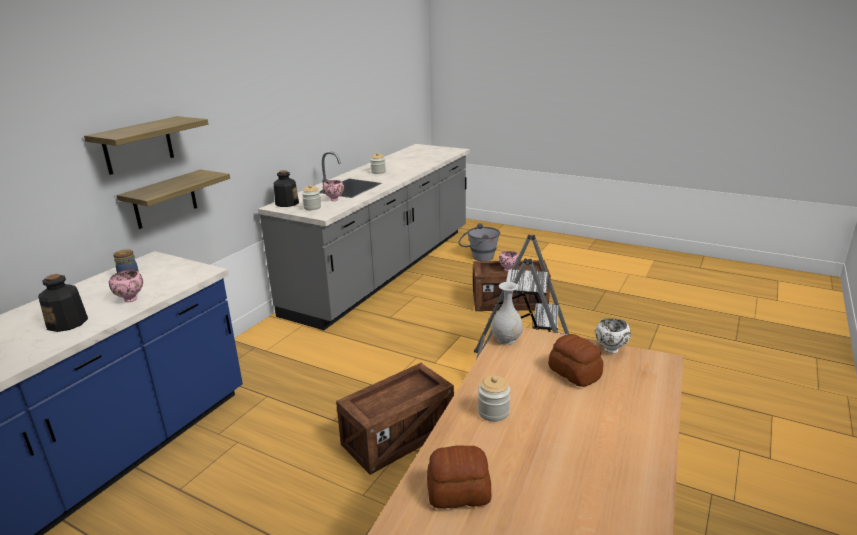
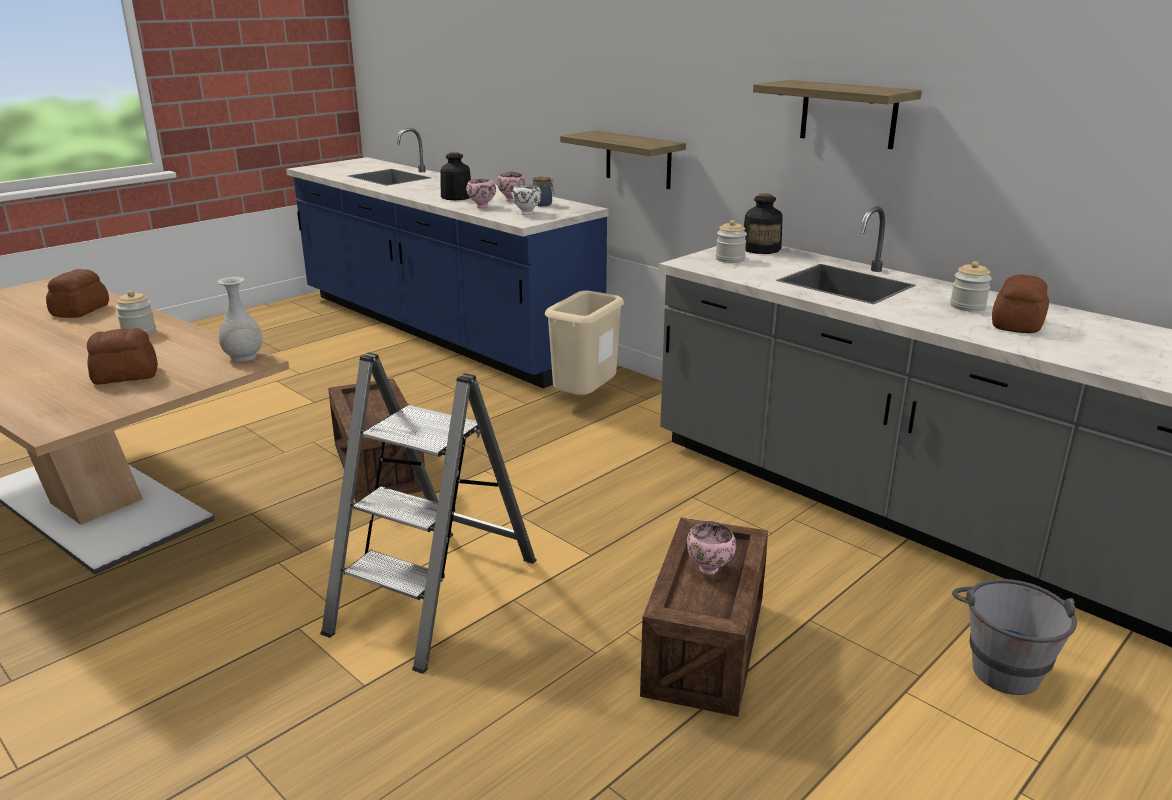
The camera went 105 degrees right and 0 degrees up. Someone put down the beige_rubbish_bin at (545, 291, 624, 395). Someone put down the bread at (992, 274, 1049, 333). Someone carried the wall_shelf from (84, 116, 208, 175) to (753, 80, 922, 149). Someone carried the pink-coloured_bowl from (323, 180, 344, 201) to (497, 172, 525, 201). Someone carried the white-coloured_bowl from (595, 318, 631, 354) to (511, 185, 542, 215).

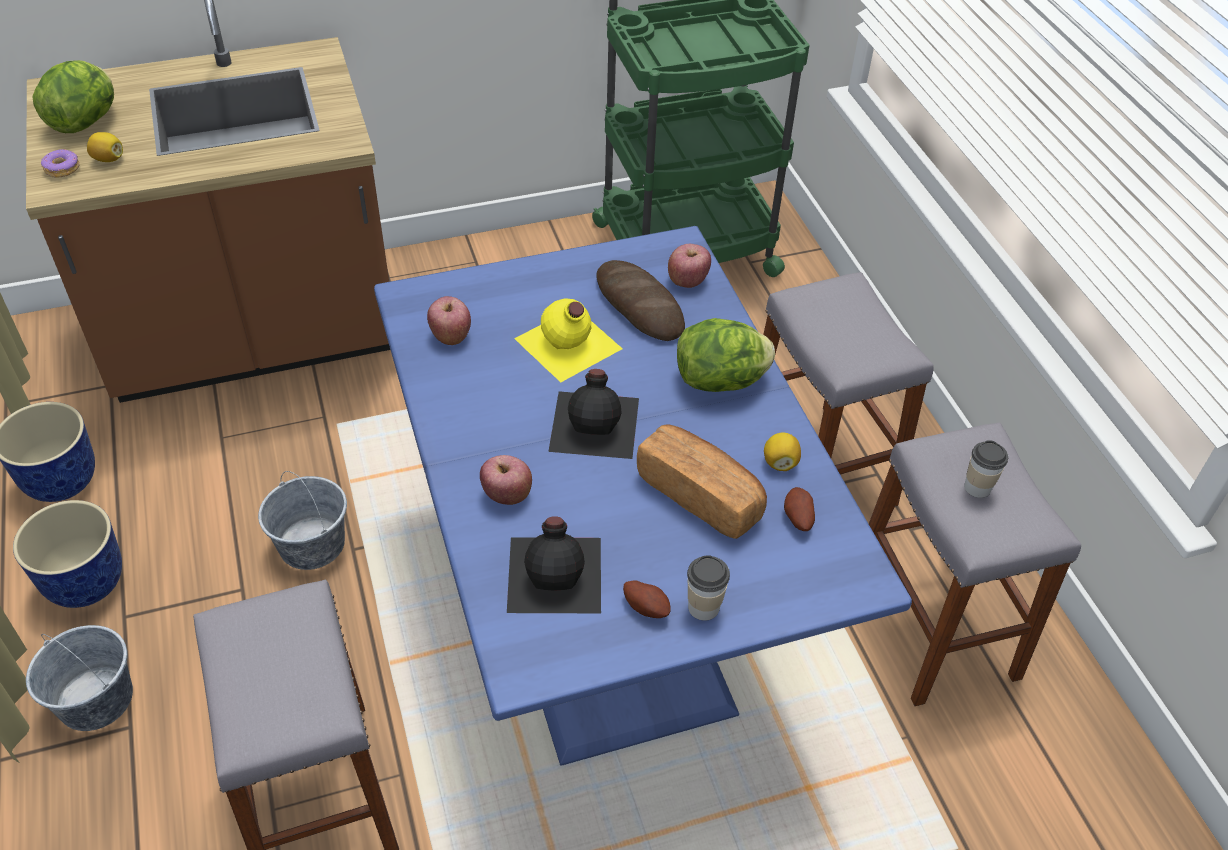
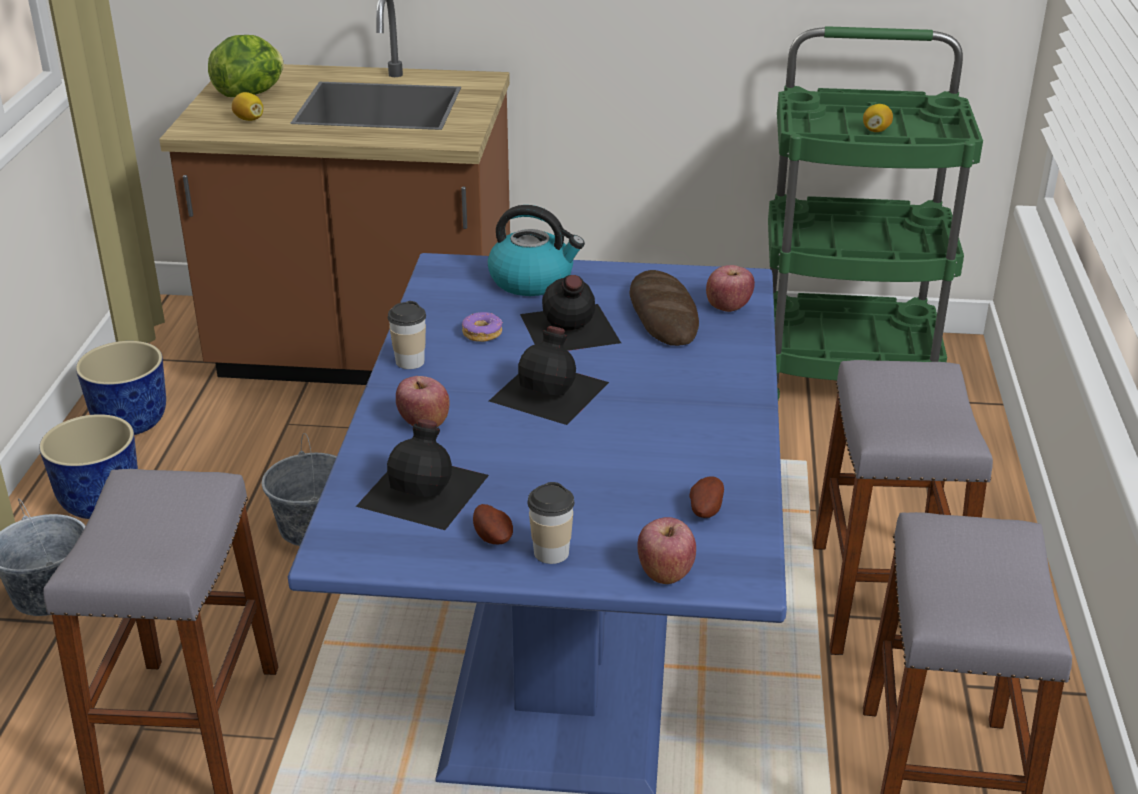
The camera went 25 degrees right and 15 degrees down. Someone took away the bread at (637, 424, 767, 539). Someone took away the lettuce at (677, 318, 775, 392). Someone put down the water_kettle at (488, 205, 585, 296). Someone carried the ring_doughnut from (41, 149, 79, 177) to (462, 312, 503, 342). Someone carried the whole_apple from (427, 296, 471, 345) to (637, 517, 696, 584). Someone carried the lemon from (764, 433, 801, 471) to (863, 104, 893, 132). Someone carried the cup from (964, 440, 1008, 498) to (388, 301, 426, 369). Someone repainted the yellow_bottle at (514, 298, 622, 382), which became the black_bottle at (520, 275, 621, 351).

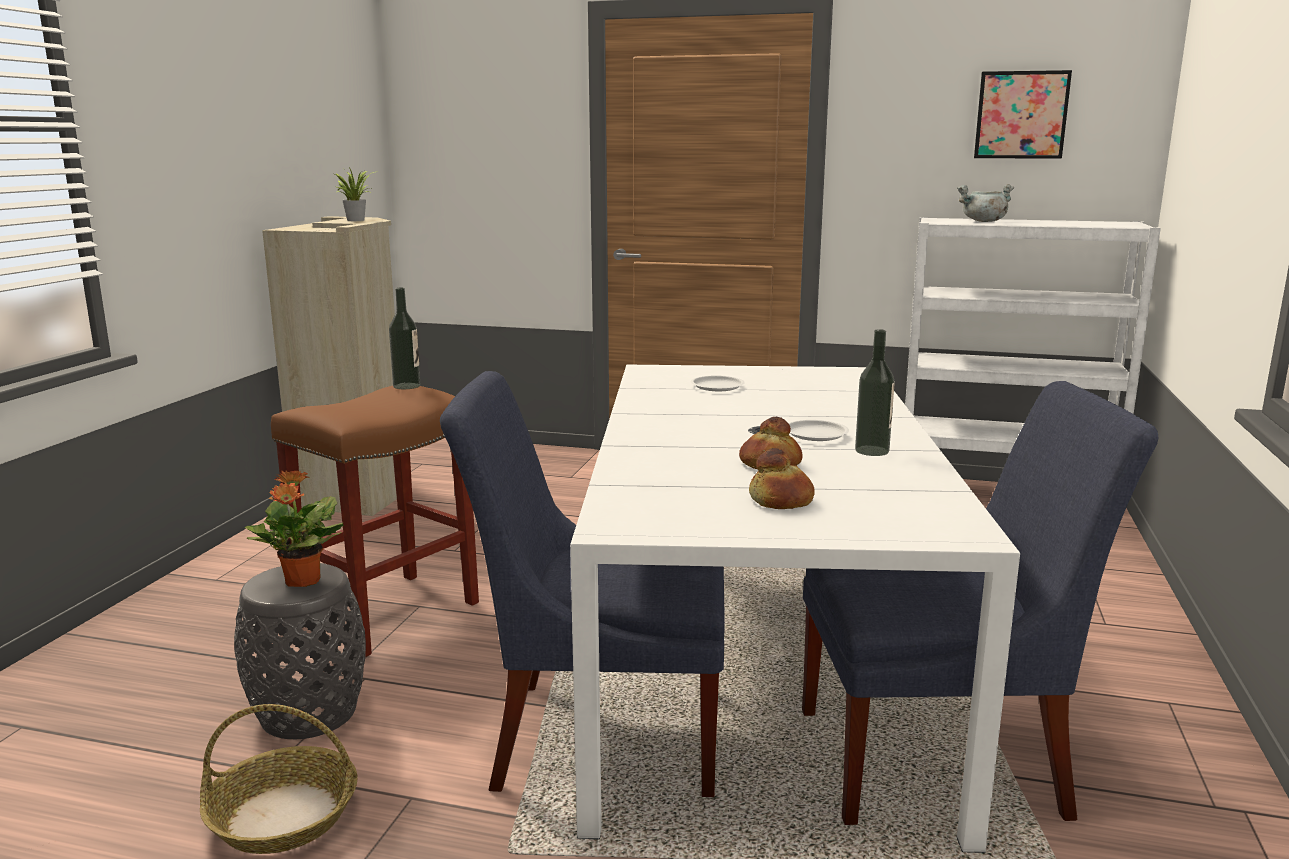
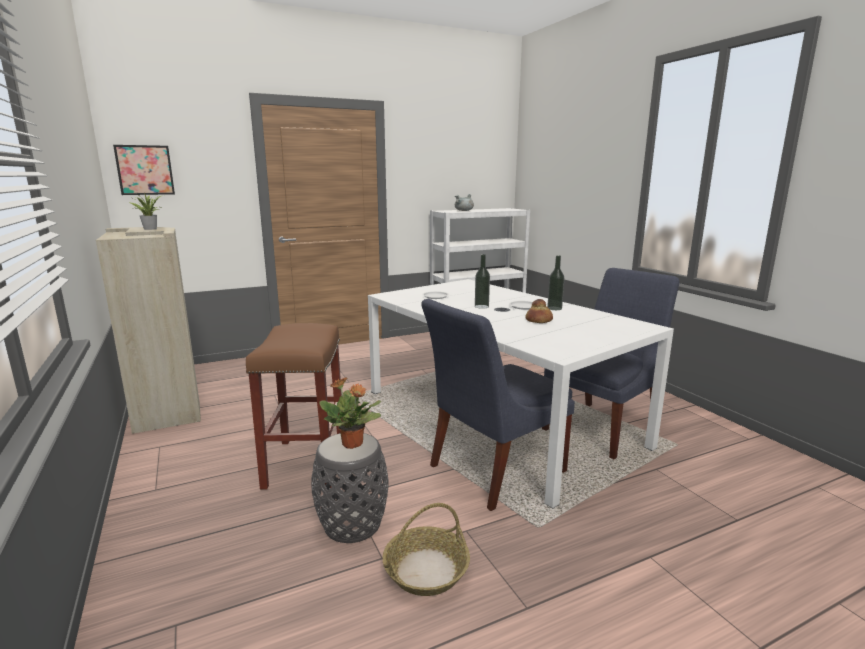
The camera went 40 degrees left and 0 degrees up. Someone took away the bread at (749, 448, 815, 509). Someone carried the bottle from (389, 288, 420, 389) to (475, 254, 490, 309). Someone carried the wall_art from (974, 70, 1072, 159) to (113, 145, 175, 195).

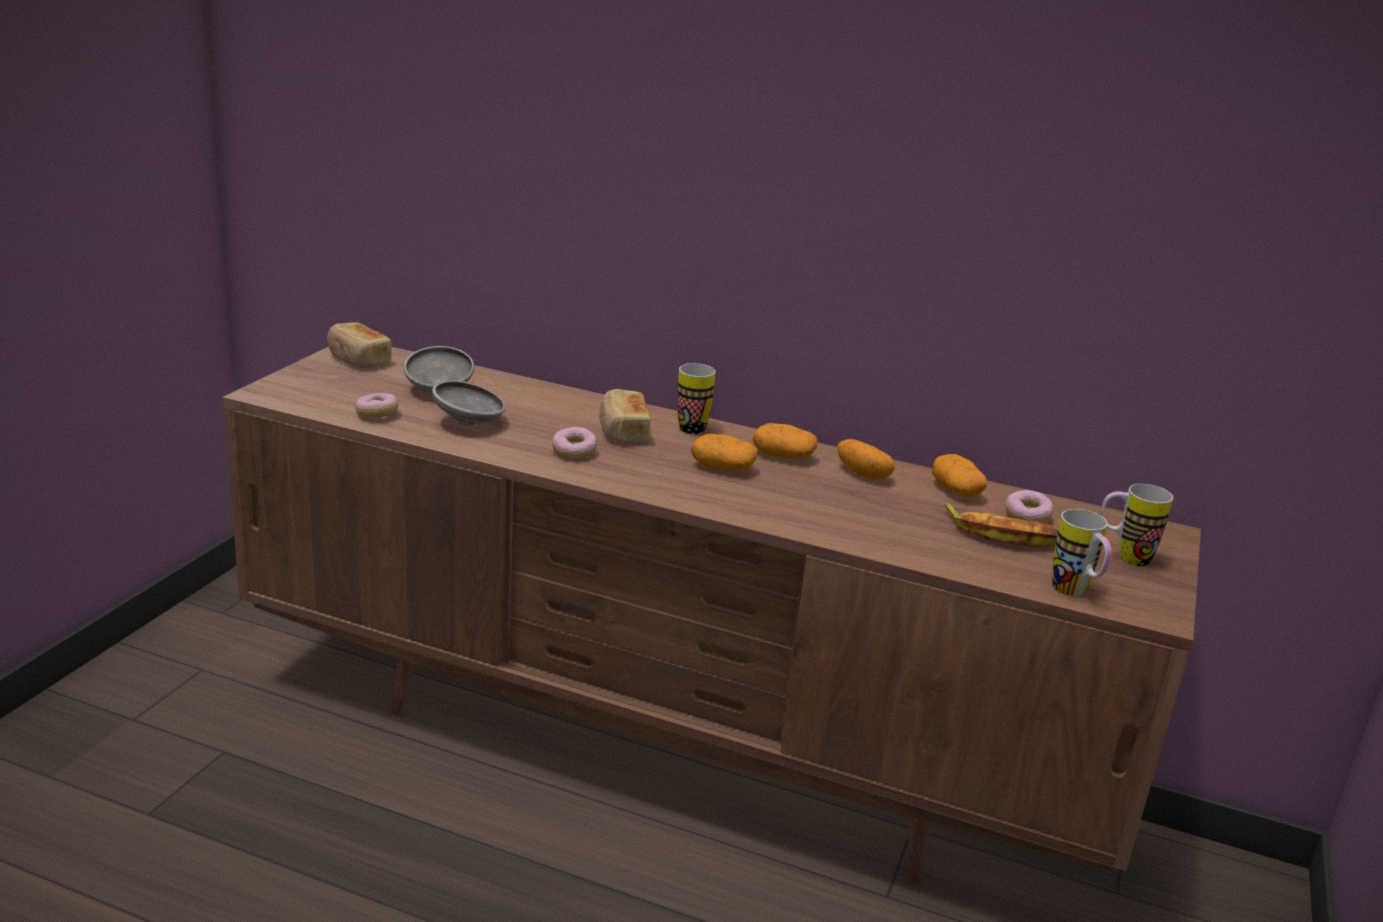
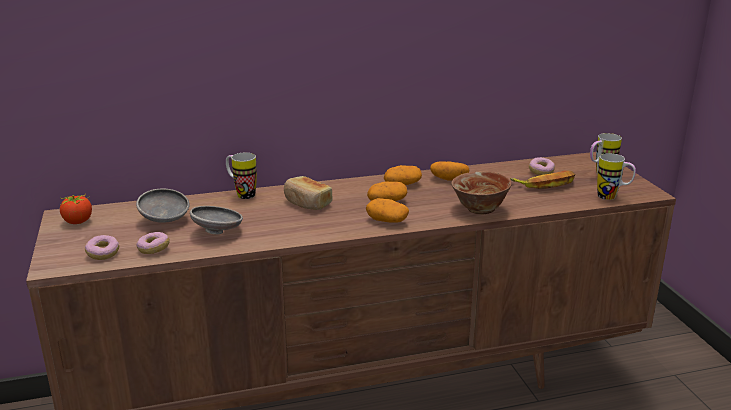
The camera went 35 degrees left and 0 degrees up. Someone put down the bowl at (451, 171, 512, 214). Someone carried the ring_doughnut from (552, 427, 597, 460) to (85, 235, 119, 260). Someone carried the coffee_mug from (677, 363, 716, 434) to (226, 152, 257, 199). Someone carried the whole_potato from (932, 454, 987, 496) to (366, 198, 409, 223). Someone swapped the bread at (327, 322, 392, 368) for the whole_tomato at (60, 195, 92, 224).

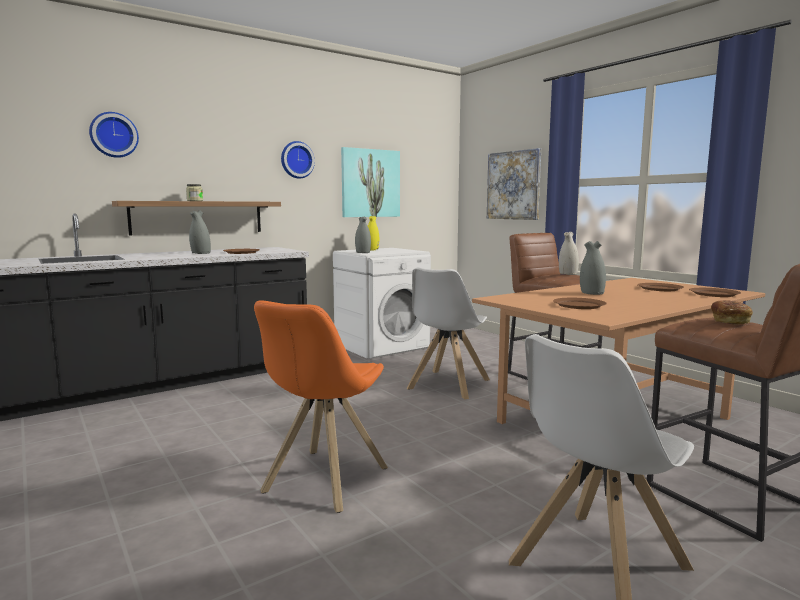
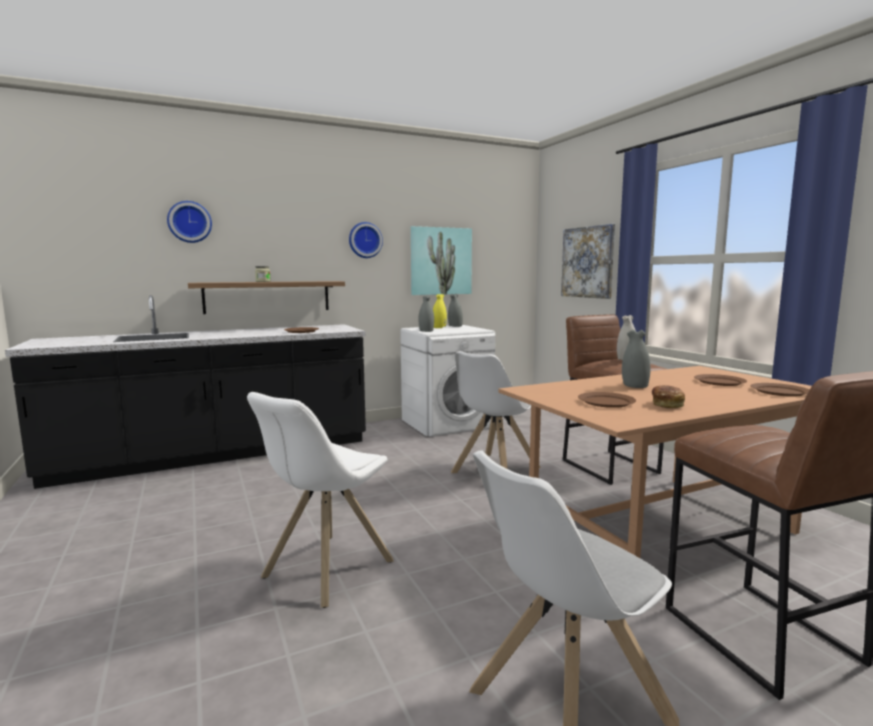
The camera went 10 degrees right and 0 degrees up. Someone carried the gray_decorative_vase from (189, 210, 211, 254) to (448, 294, 463, 327). Someone carried the bread from (711, 300, 753, 325) to (652, 385, 685, 408). Someone repainted the orange-coloured_chair at (254, 300, 388, 513), which became the white-coloured_chair at (247, 392, 394, 608).

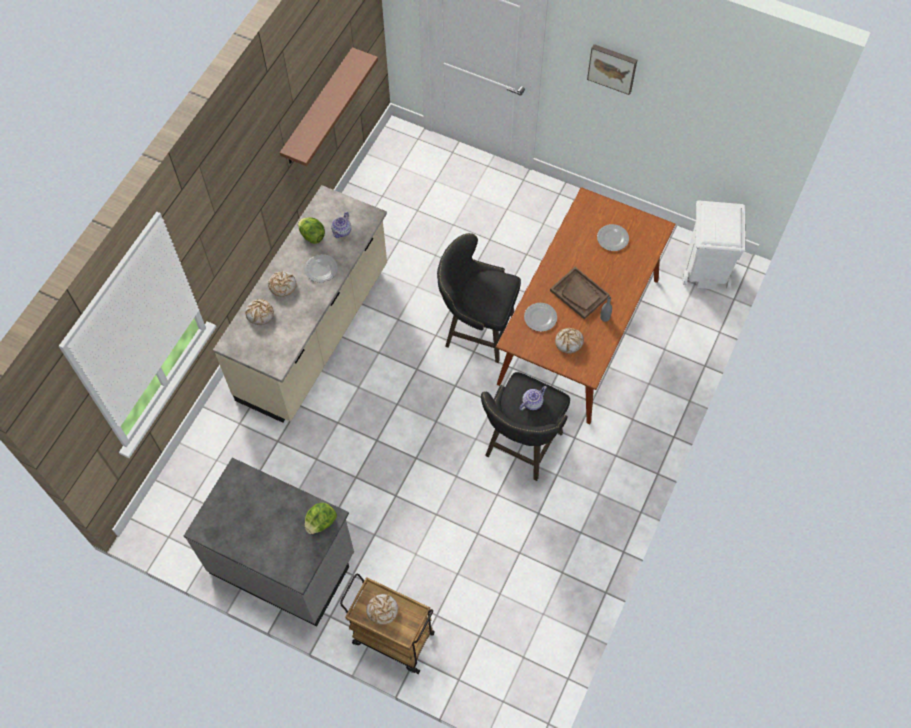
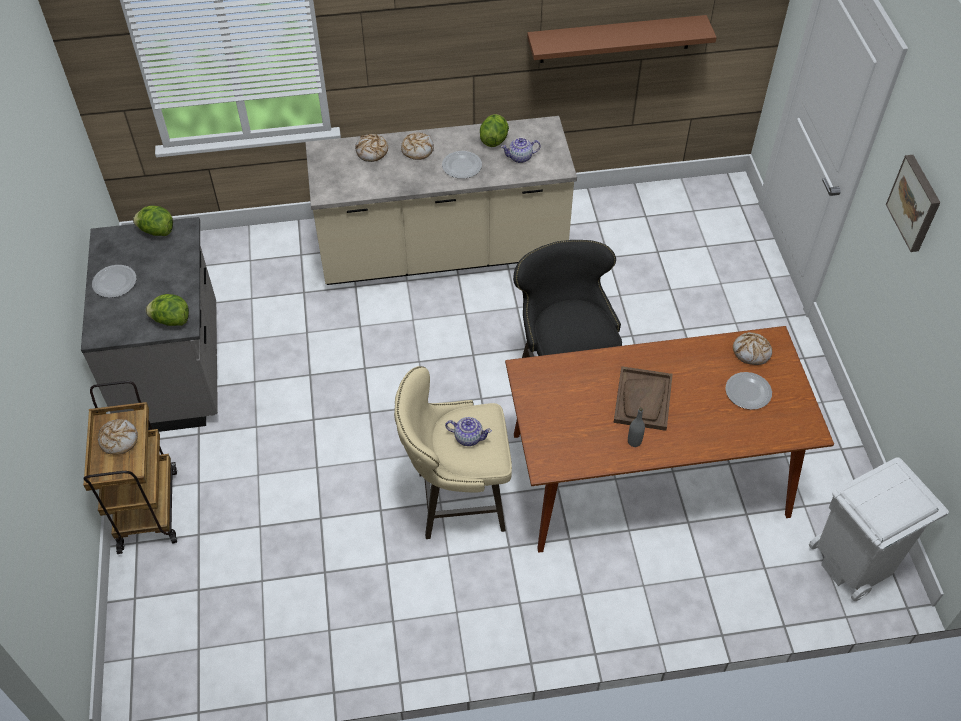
The camera went 55 degrees right and 10 degrees down. Someone put down the lettuce at (133, 205, 173, 236). Someone carried the plate from (524, 303, 557, 332) to (92, 265, 136, 298). Someone carried the bread from (555, 328, 584, 354) to (733, 332, 772, 365). Someone repainted the black_stool_seat at (481, 372, 570, 481), which became the beige_stool_seat at (394, 366, 512, 539).

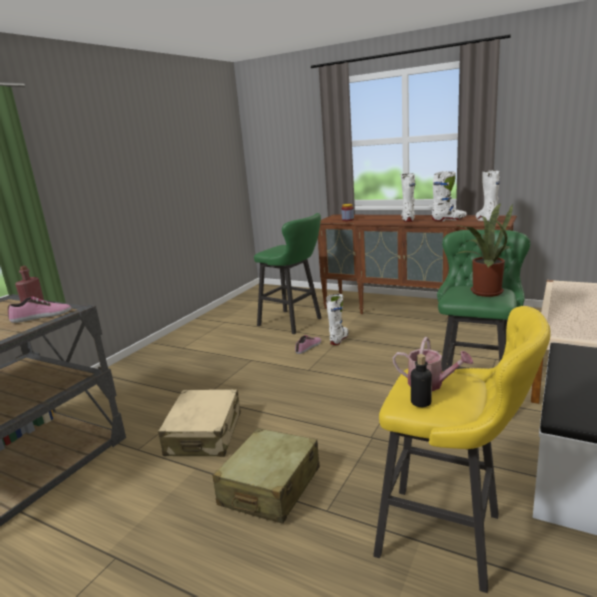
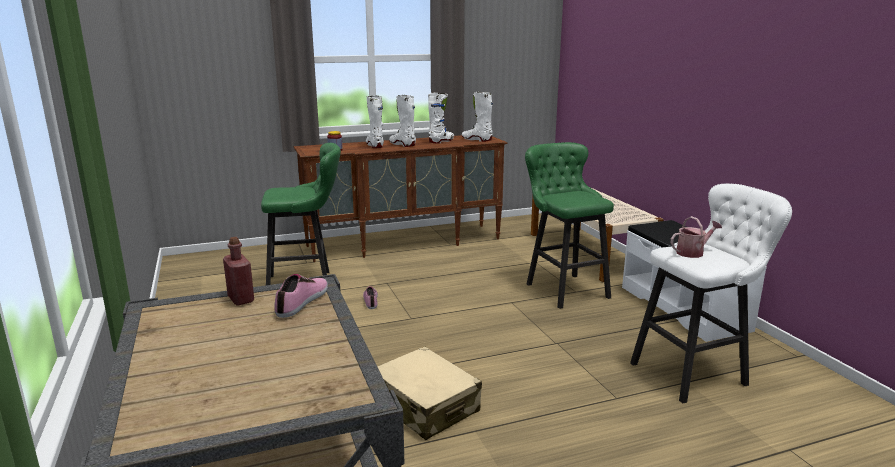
The camera went 50 degrees left and 0 degrees up. Someone took away the beige_suitcase at (212, 428, 320, 524). Someone took away the bottle at (411, 354, 432, 407). Someone took away the houseplant at (456, 203, 513, 297). Someone carried the white-coloured_boot from (326, 294, 349, 345) to (366, 95, 384, 148). Someone repainted the yellow_stool_seat at (373, 306, 551, 593), which became the white-coloured_stool_seat at (630, 183, 792, 403).

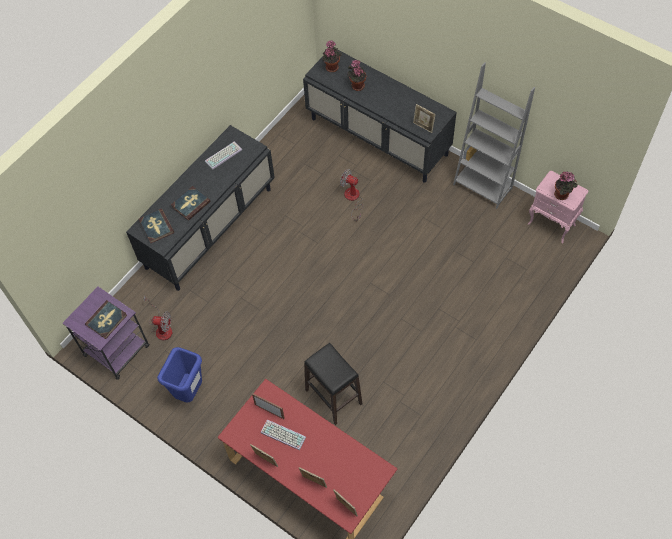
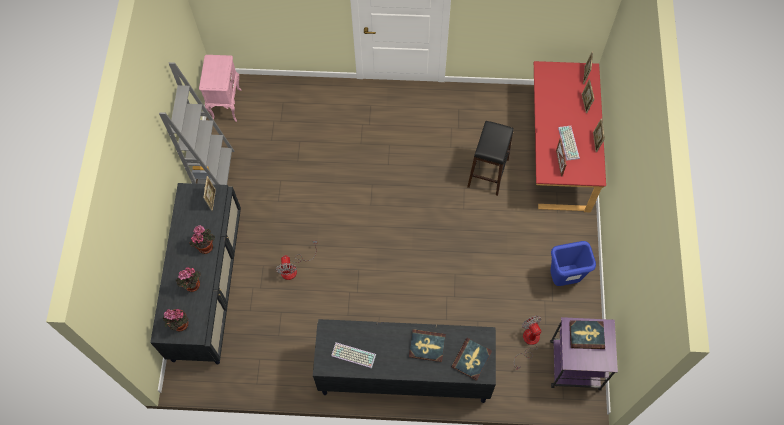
The camera went 125 degrees left and 5 degrees up. Someone carried the houseplant from (554, 171, 578, 200) to (189, 225, 215, 254).

